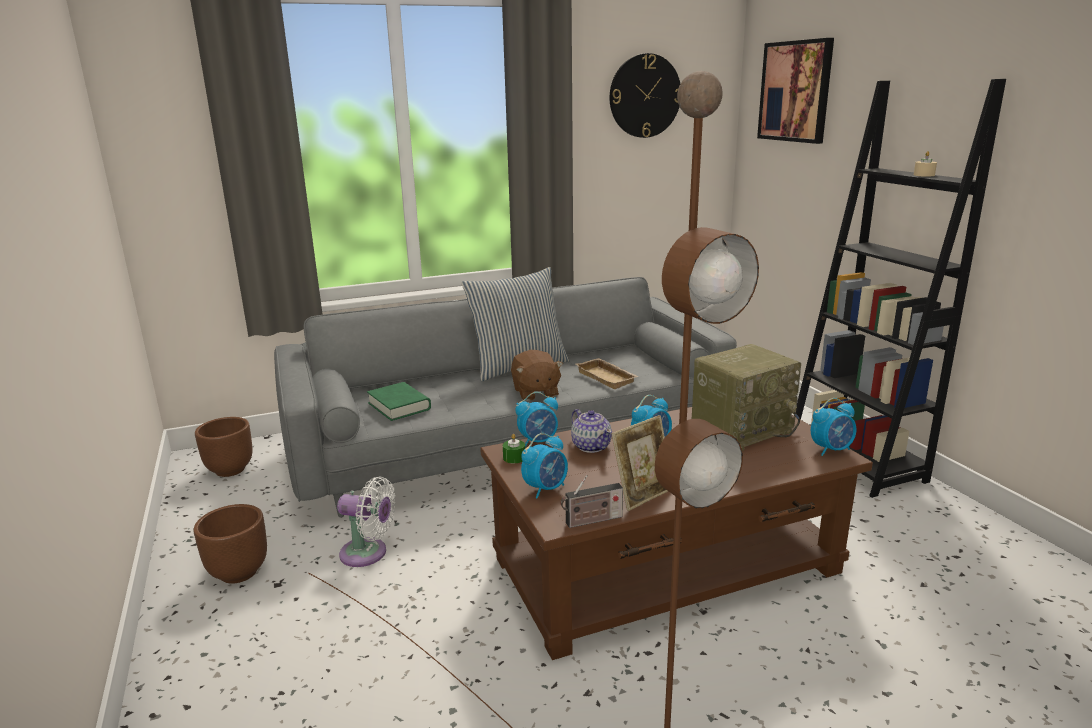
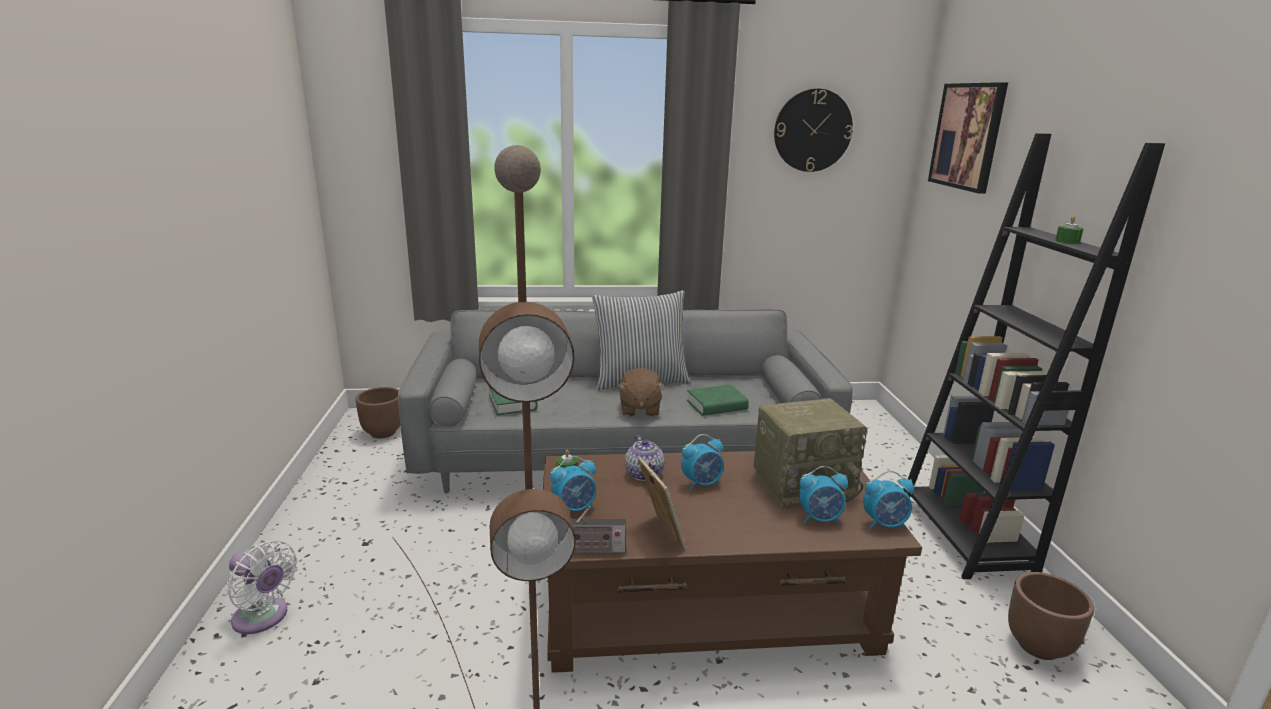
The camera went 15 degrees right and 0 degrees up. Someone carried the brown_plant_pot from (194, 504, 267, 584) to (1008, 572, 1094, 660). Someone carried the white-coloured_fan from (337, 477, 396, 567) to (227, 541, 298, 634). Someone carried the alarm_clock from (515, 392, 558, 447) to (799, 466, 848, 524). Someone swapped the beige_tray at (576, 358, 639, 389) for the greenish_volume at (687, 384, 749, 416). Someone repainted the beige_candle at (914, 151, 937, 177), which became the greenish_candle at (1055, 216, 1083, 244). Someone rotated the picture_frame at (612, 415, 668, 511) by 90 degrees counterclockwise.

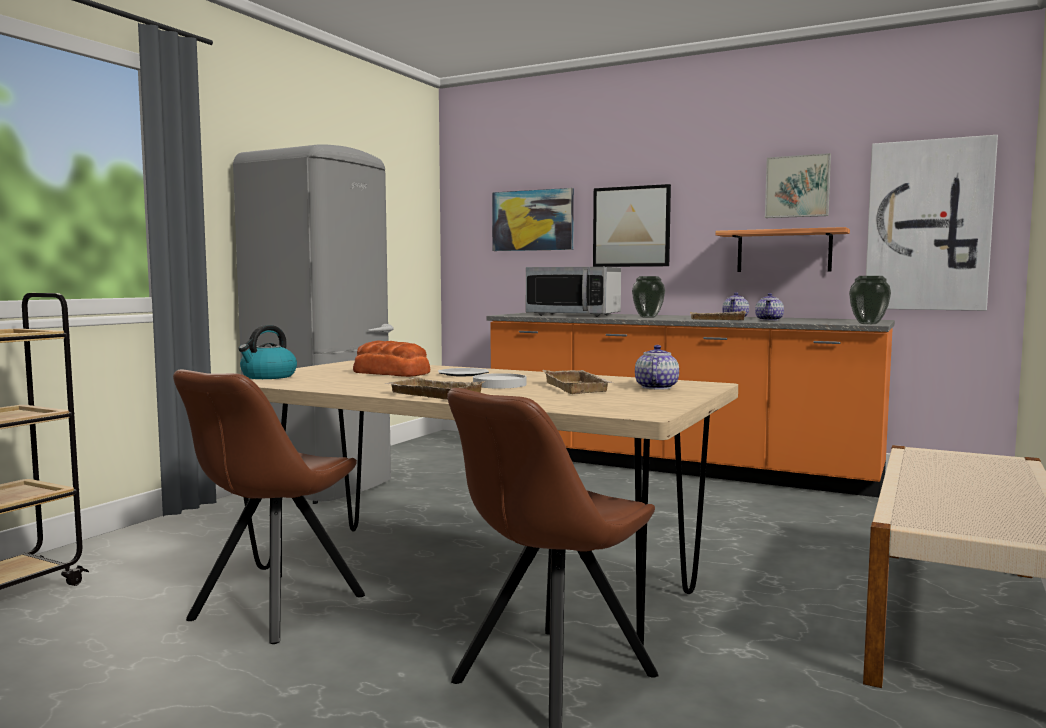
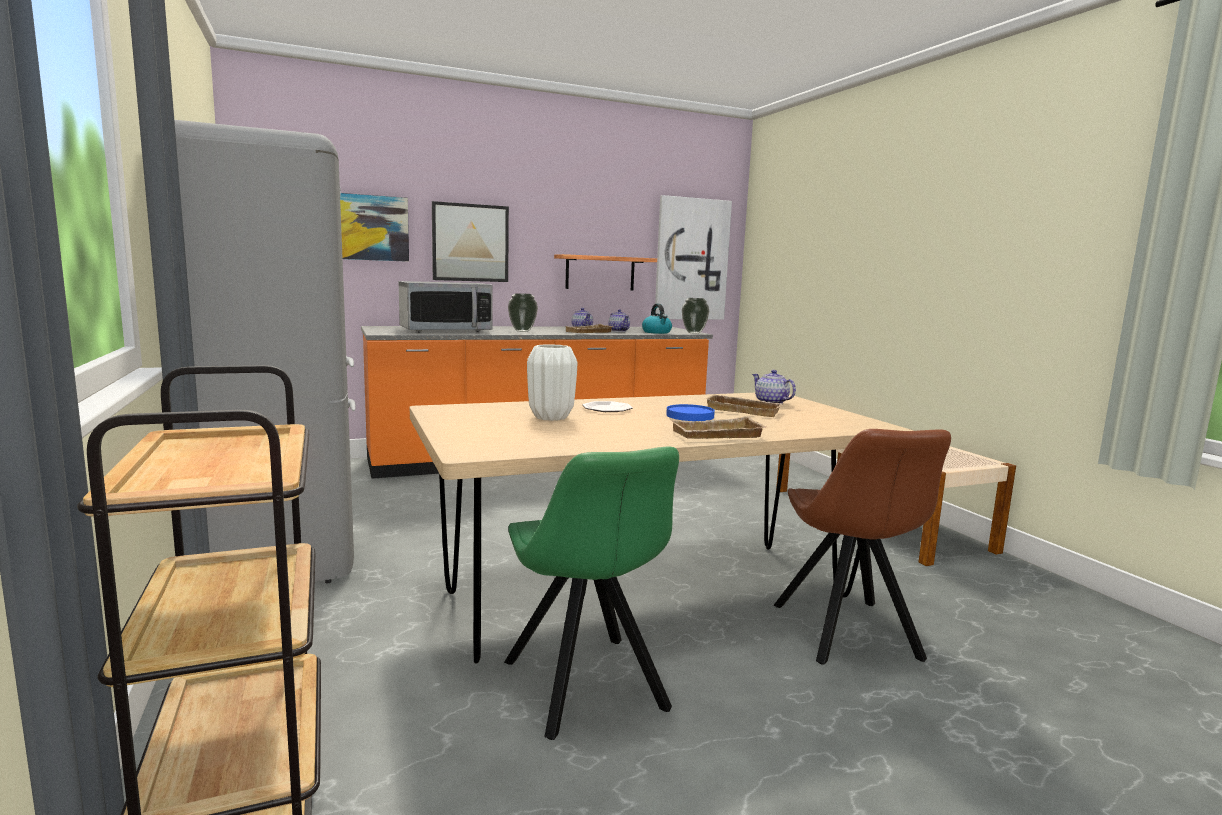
The camera went 50 degrees left and 5 degrees up. Someone took away the wall_art at (765, 153, 831, 218). Someone carried the water_kettle from (238, 325, 297, 379) to (642, 304, 672, 334). Someone swapped the bread at (353, 341, 430, 377) for the white-coloured_decorative_vase at (527, 344, 577, 421). Someone repainted the brown_chair at (173, 370, 365, 644), which became the greenish_chair at (504, 446, 679, 740). Someone repainted the white-coloured_plate at (473, 373, 526, 388), which became the bluish_plate at (666, 404, 715, 421).

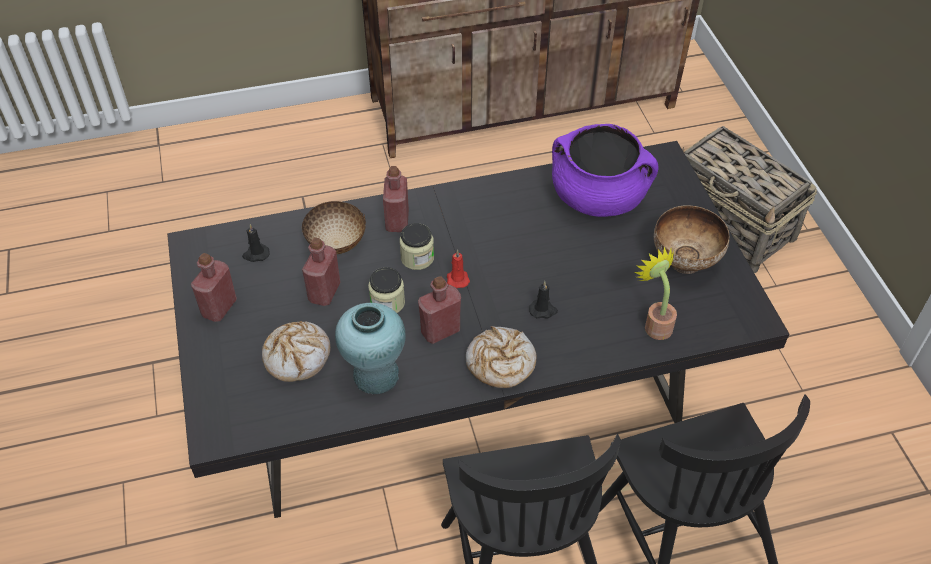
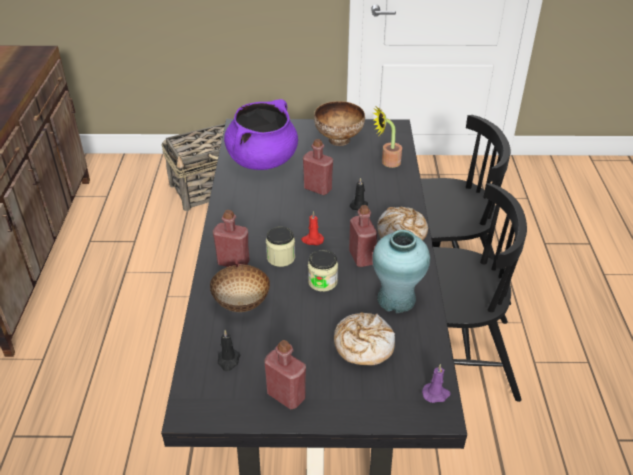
The camera went 75 degrees left and 10 degrees down. Someone put down the purplish_candle at (422, 364, 450, 403). Someone carried the reddish_bottle from (302, 237, 341, 306) to (303, 139, 333, 195).

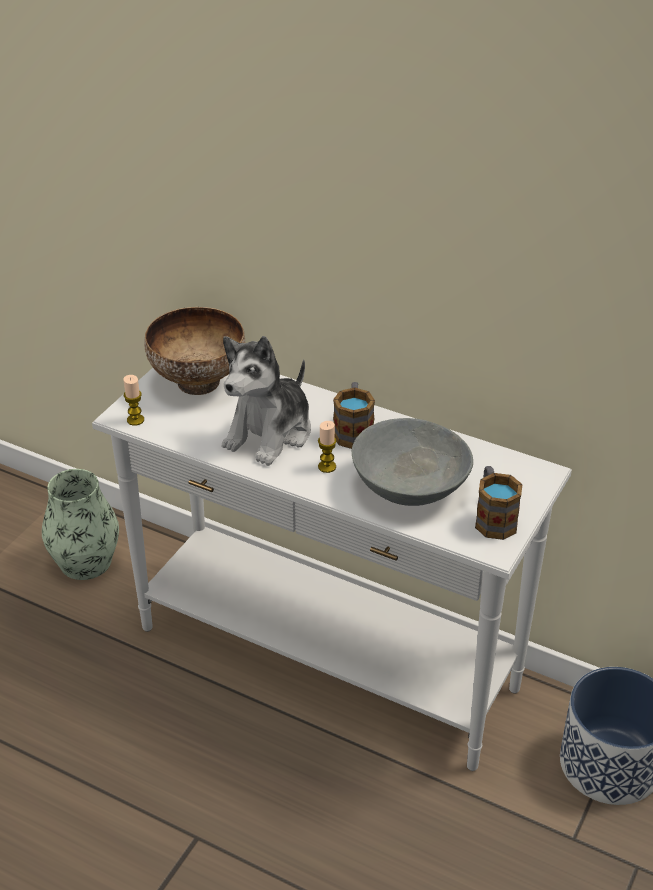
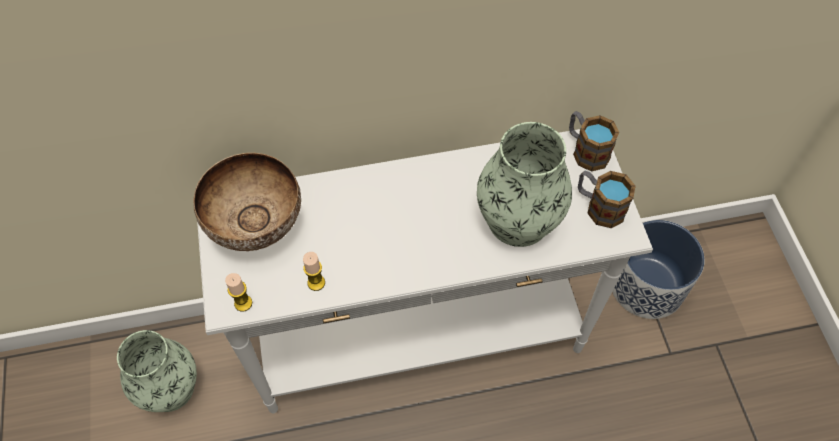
The camera went 40 degrees left and 20 degrees up. Someone took away the soft_toy at (222, 336, 311, 466). Someone carried the candle from (318, 421, 337, 473) to (303, 252, 325, 291). Someone carried the coffee_mug from (333, 382, 375, 449) to (569, 111, 619, 172). Someone swapped the gray_bowl at (352, 418, 473, 506) for the decorative_vase at (477, 122, 572, 247).

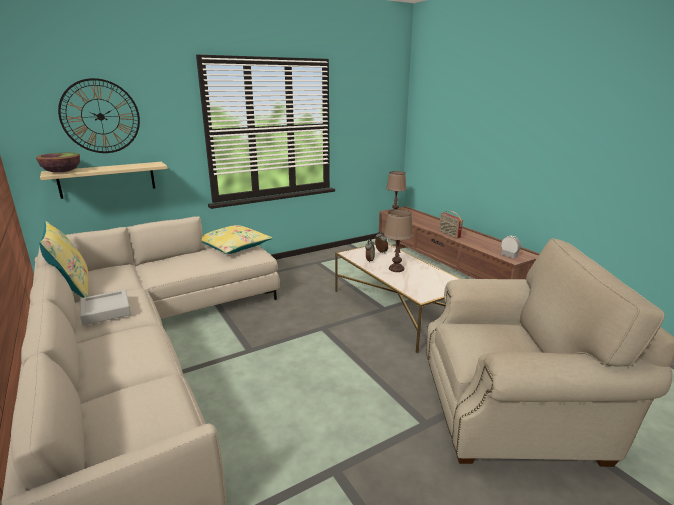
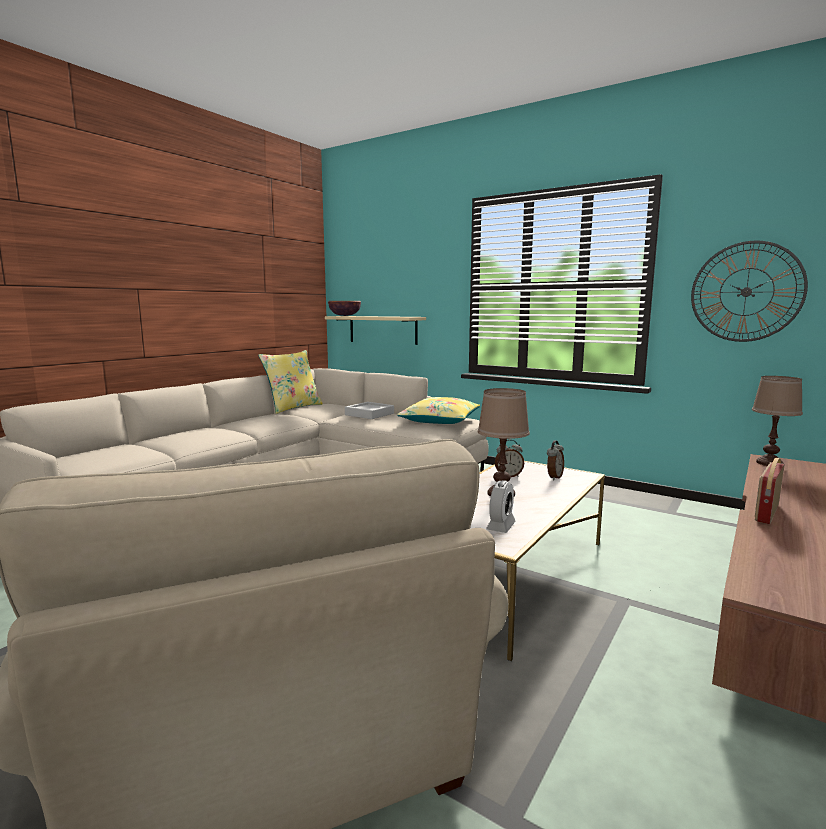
The camera went 65 degrees right and 10 degrees down. Someone carried the wall_clock from (58, 78, 140, 153) to (691, 241, 808, 342). Someone carried the gray_tray from (80, 290, 131, 325) to (345, 402, 394, 419). Someone carried the alarm_clock from (501, 236, 521, 258) to (486, 480, 515, 533).

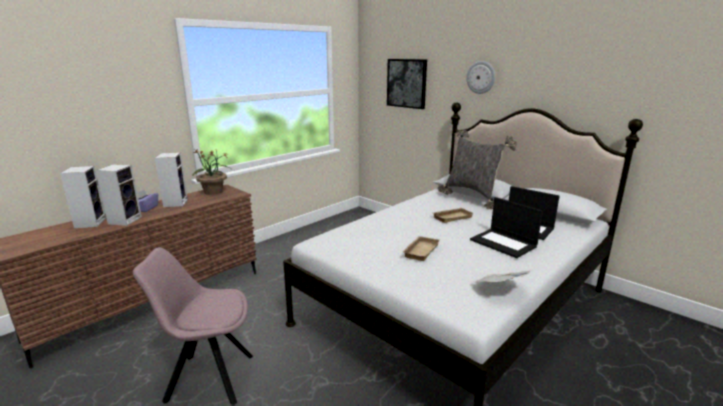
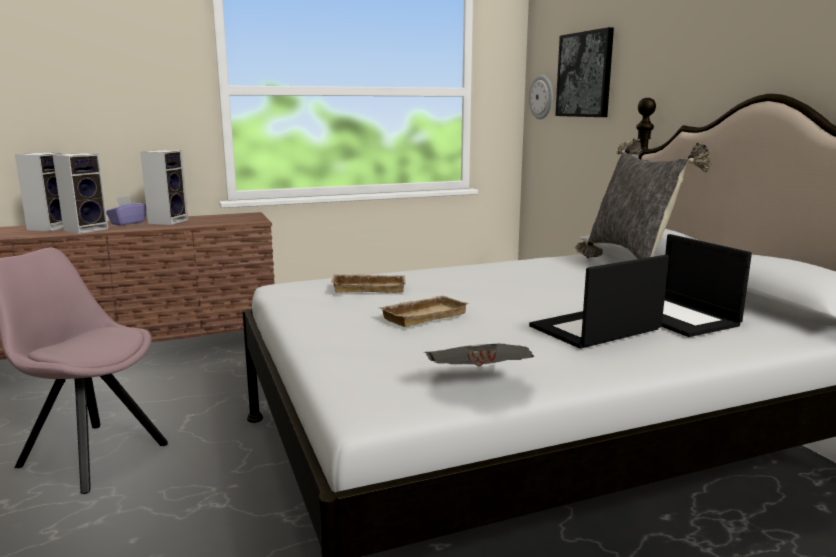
The camera went 25 degrees right and 5 degrees down. Someone took away the houseplant at (193, 149, 231, 195). Someone carried the beige_tray from (433, 208, 473, 223) to (331, 274, 406, 293). Someone carried the wall_clock from (466, 61, 495, 94) to (529, 75, 553, 119). Someone rotated the notebook_computer at (470, 197, 543, 258) by 75 degrees clockwise.

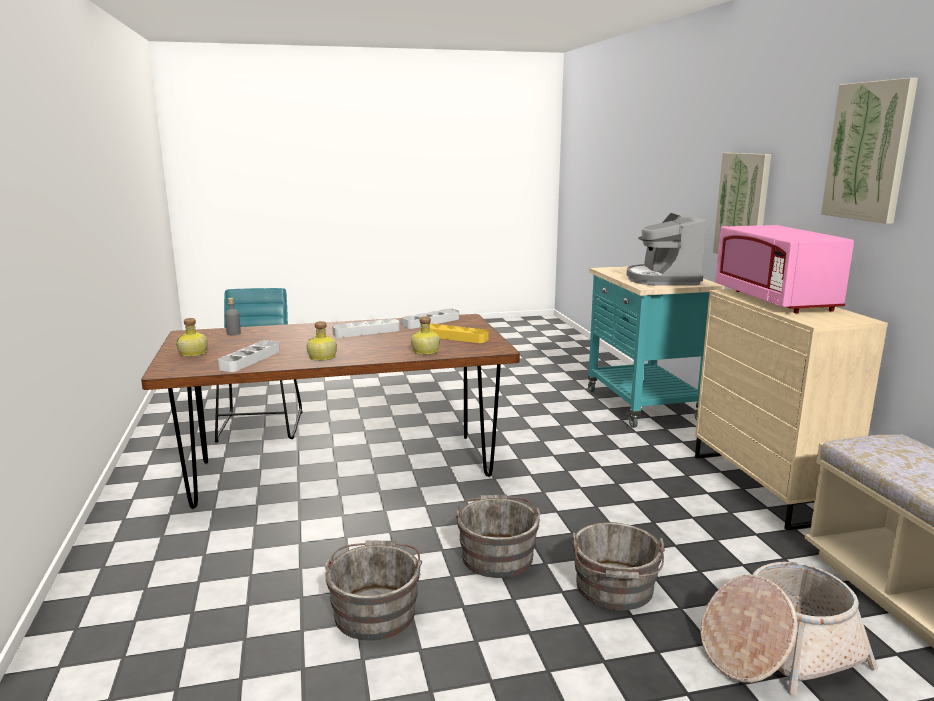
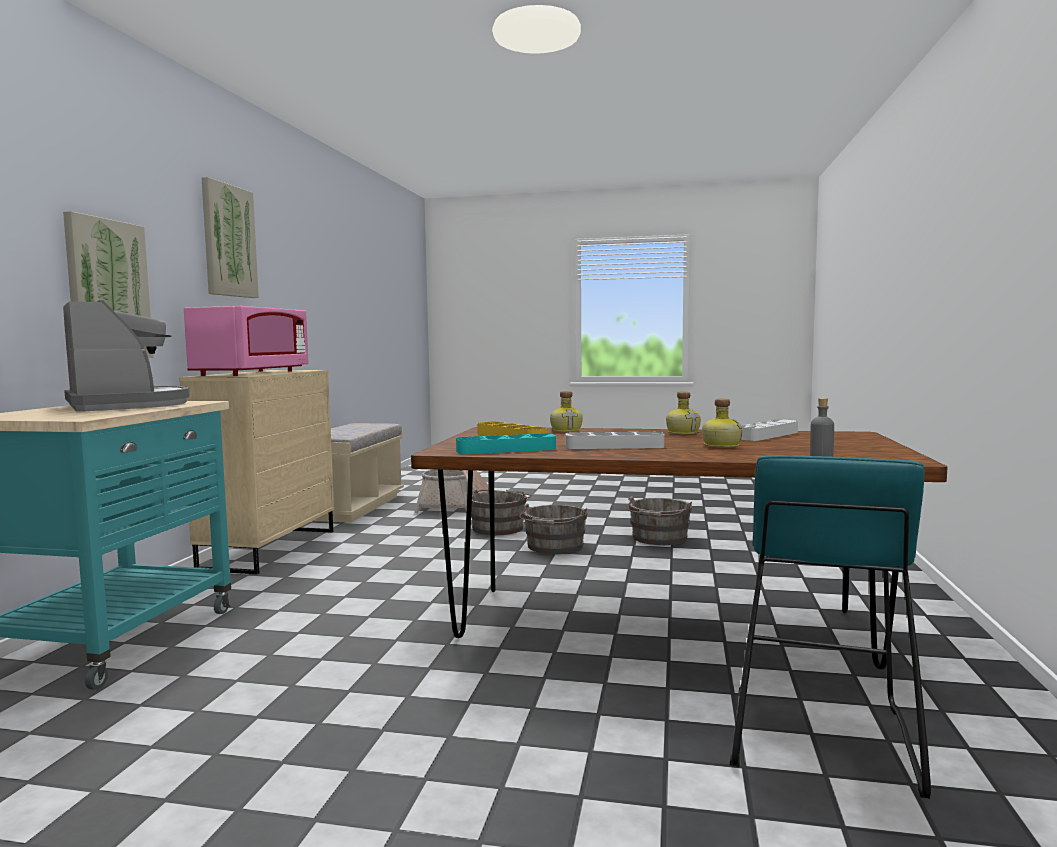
The camera went 155 degrees left and 10 degrees down. Someone carried the bottle from (176, 318, 208, 357) to (702, 398, 742, 448). Someone repainted the gray_tray at (402, 308, 459, 329), which became the turquoise_tray at (456, 433, 556, 454). Someone rotated the coffee_maker at (627, 213, 706, 286) by 60 degrees counterclockwise.

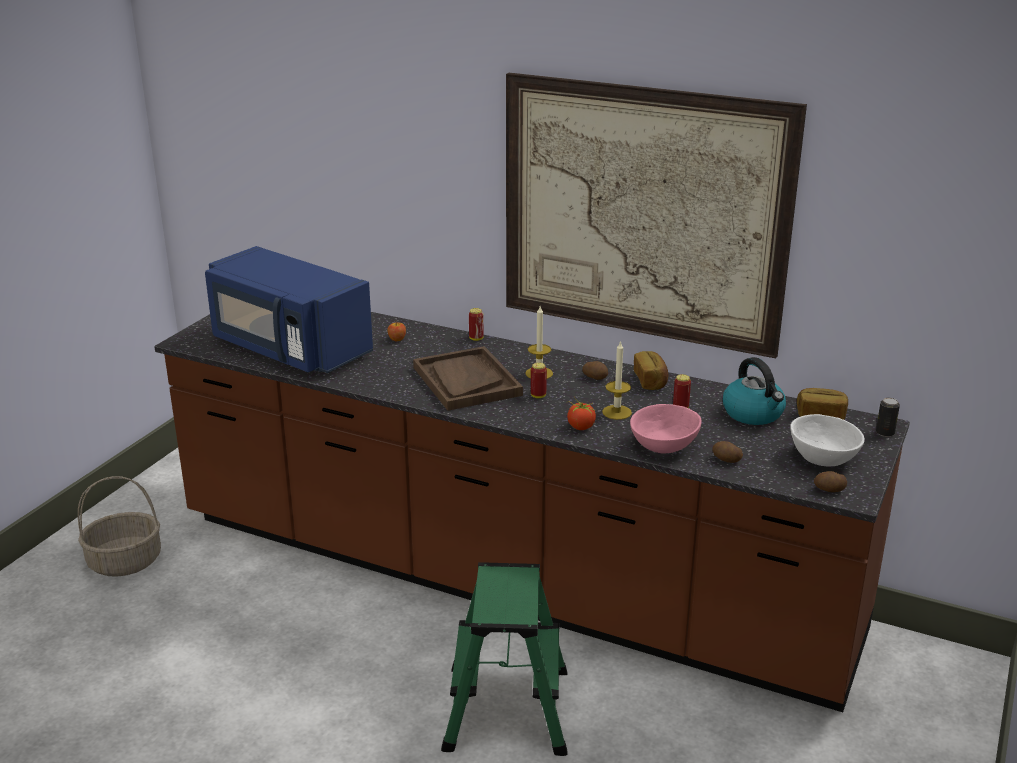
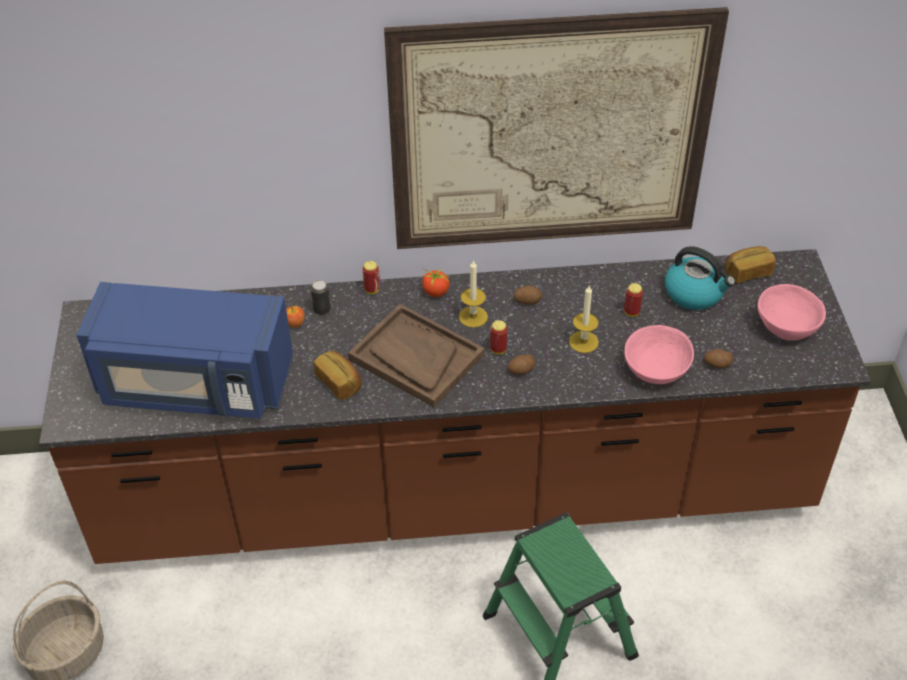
The camera went 30 degrees left and 20 degrees up. Someone carried the whole_tomato from (567, 397, 596, 430) to (422, 268, 450, 297). Someone carried the bread from (634, 351, 668, 390) to (313, 351, 362, 400). Someone carried the whole_potato from (814, 471, 847, 492) to (508, 354, 535, 375). Someone carried the sealed_can from (876, 398, 900, 437) to (311, 280, 331, 315). Someone repainted the white-coloured_bowl at (790, 414, 865, 466), which became the pink-coloured_bowl at (758, 284, 826, 340).

